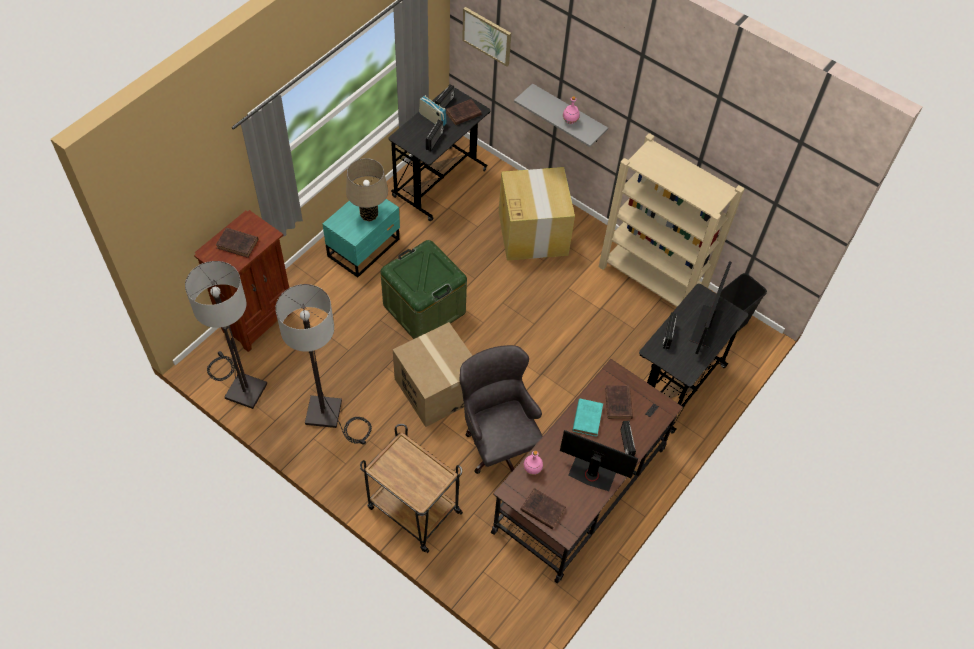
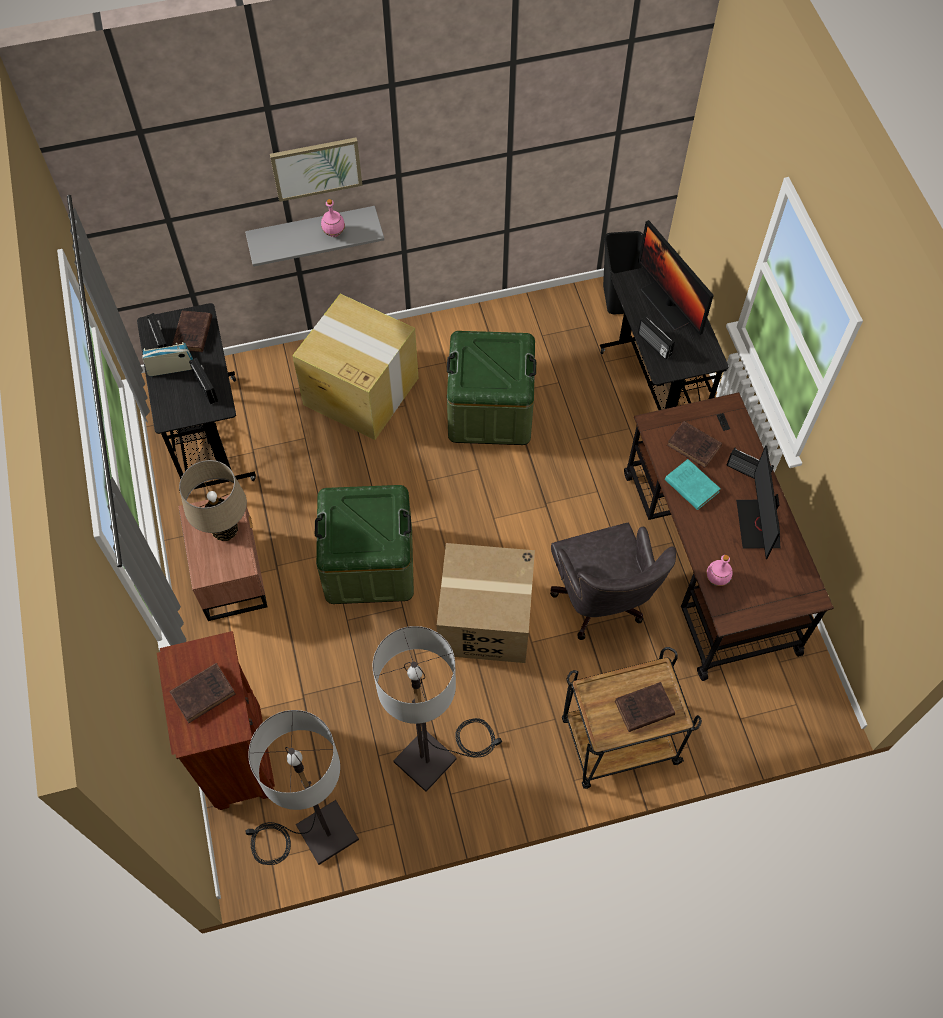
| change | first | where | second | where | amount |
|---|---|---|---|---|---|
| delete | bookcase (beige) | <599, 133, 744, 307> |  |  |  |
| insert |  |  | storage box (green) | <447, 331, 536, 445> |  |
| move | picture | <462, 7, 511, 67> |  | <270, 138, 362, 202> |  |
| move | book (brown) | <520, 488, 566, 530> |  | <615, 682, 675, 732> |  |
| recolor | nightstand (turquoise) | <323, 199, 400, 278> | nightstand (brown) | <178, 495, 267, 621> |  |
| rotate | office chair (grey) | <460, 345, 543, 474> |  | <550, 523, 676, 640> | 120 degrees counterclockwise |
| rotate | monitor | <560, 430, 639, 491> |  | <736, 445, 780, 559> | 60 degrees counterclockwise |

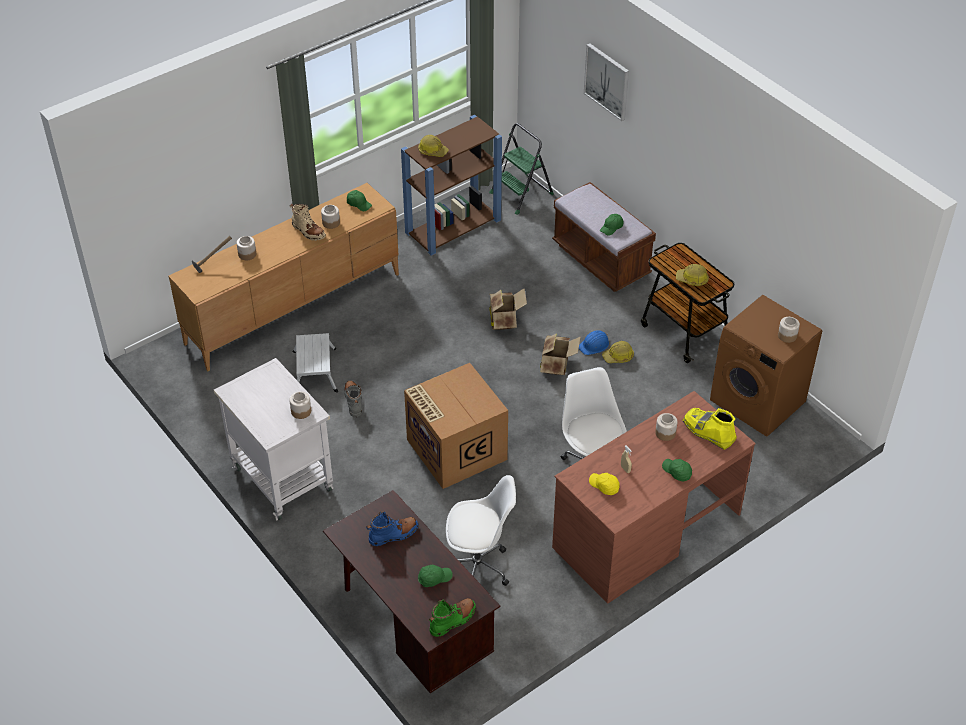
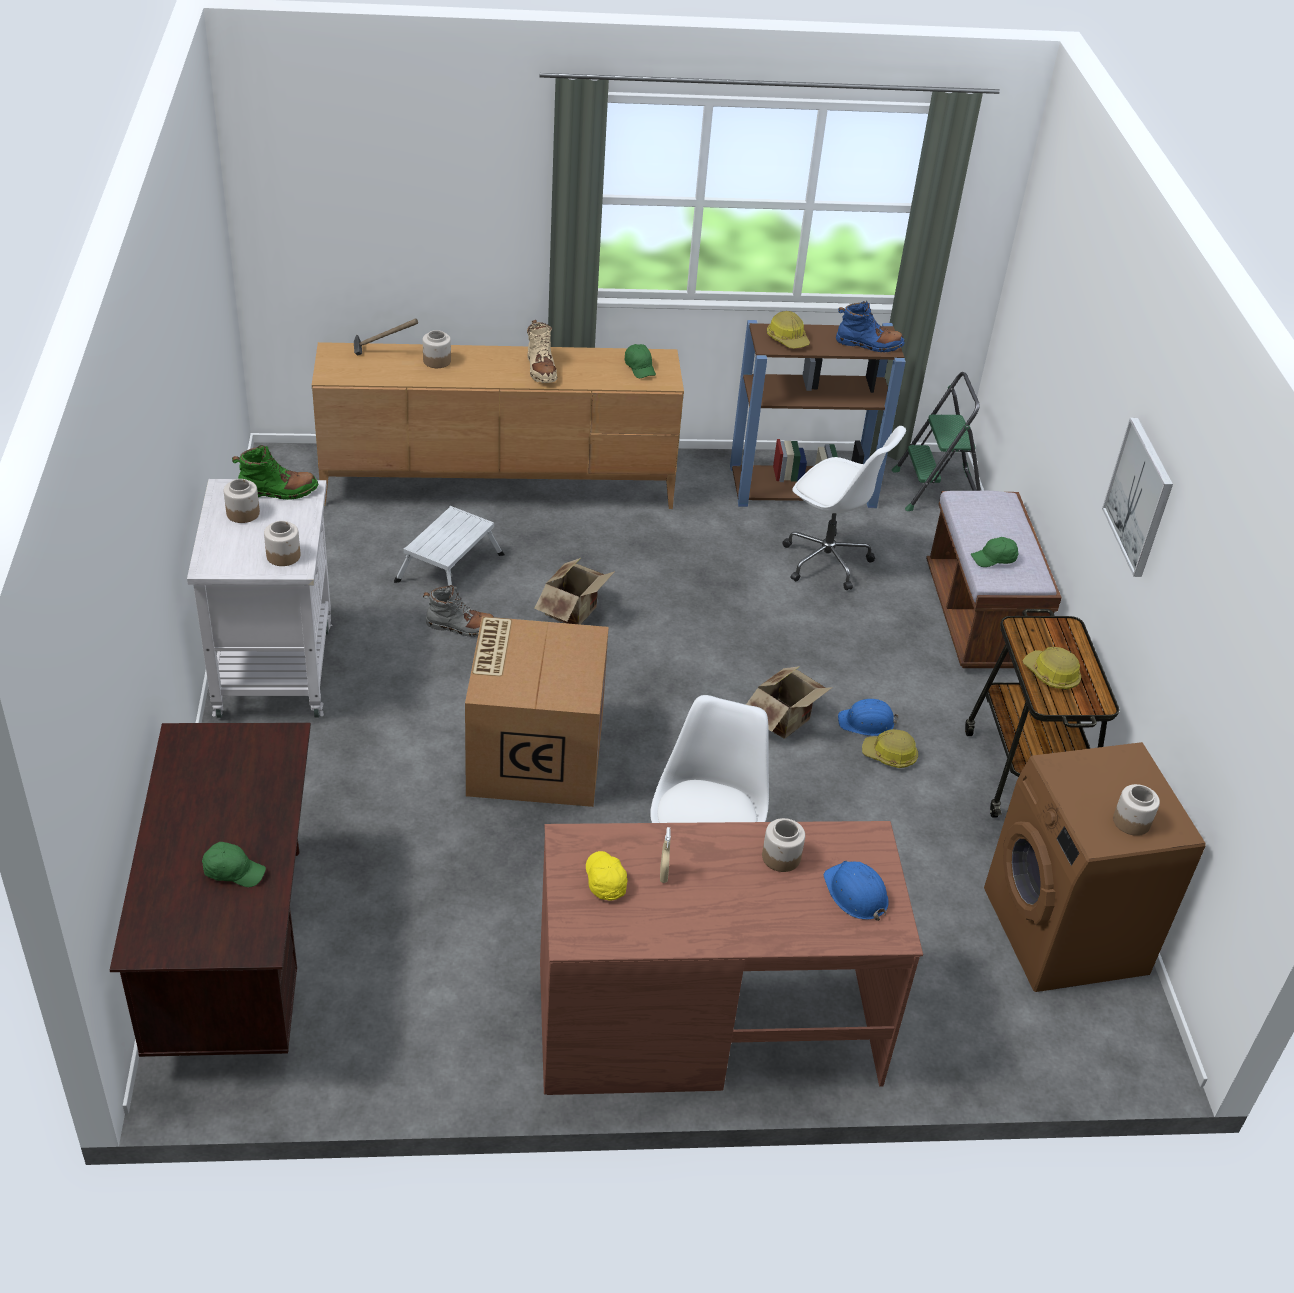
| change | first | where | second | where | amount |
|---|---|---|---|---|---|
| delete | cap (green) | <662, 459, 692, 481> |  |  |  |
| move | jar | <321, 205, 340, 229> |  | <224, 479, 260, 523> |  |
| move | boot (blue) | <366, 512, 419, 546> |  | <836, 301, 905, 352> |  |
| move | boot (green) | <429, 598, 476, 637> |  | <232, 445, 319, 500> |  |
| move | office chair (white) | <446, 475, 516, 586> |  | <782, 426, 906, 590> |  |
| move | cardboard box | <490, 288, 527, 330> |  | <534, 558, 615, 625> |  |
| move | picture | <584, 43, 629, 121> |  | <1102, 418, 1173, 577> |  |
| replace | boot (yellow) | <683, 408, 737, 450> | hard hat (blue) | <823, 861, 889, 921> |  |
| rotate | boot (grey) | <344, 381, 362, 417> |  | <423, 585, 494, 637> | 75 degrees clockwise |

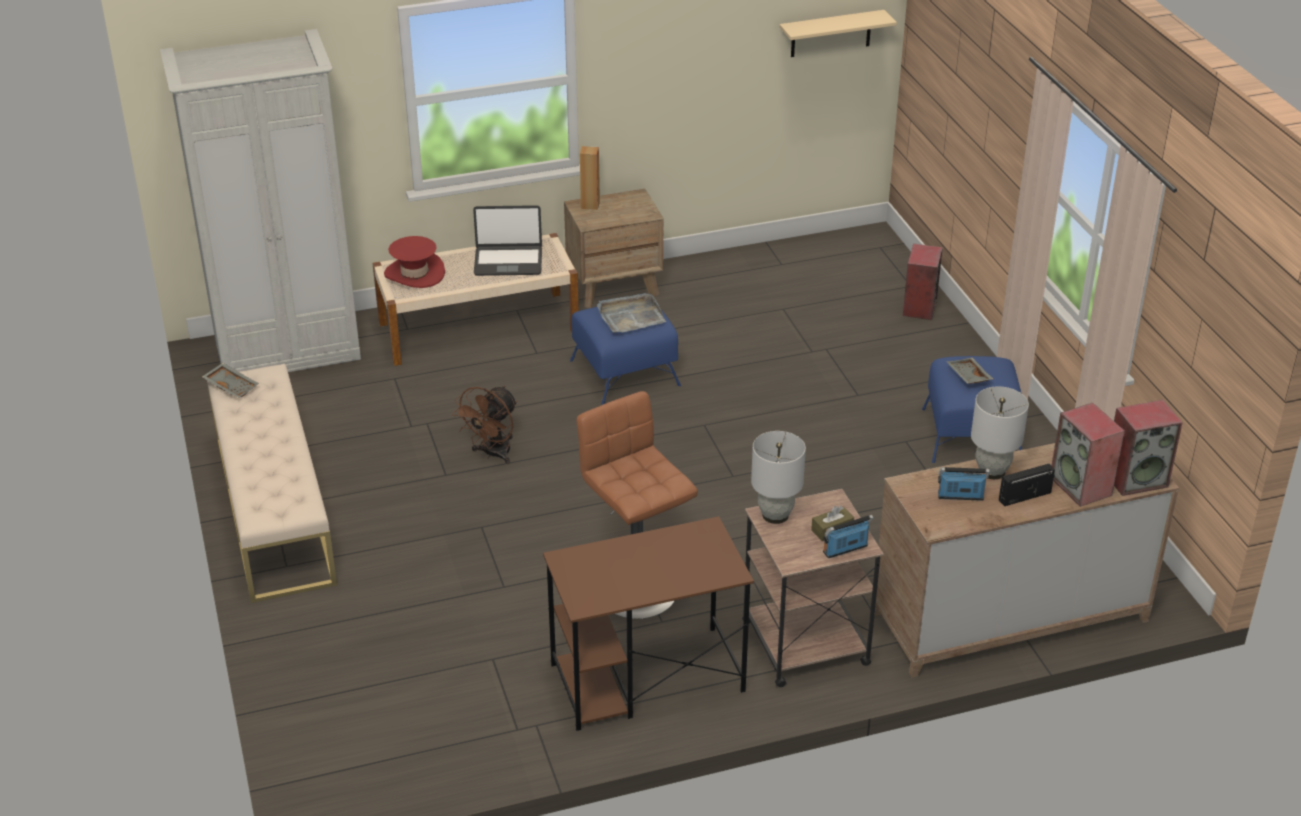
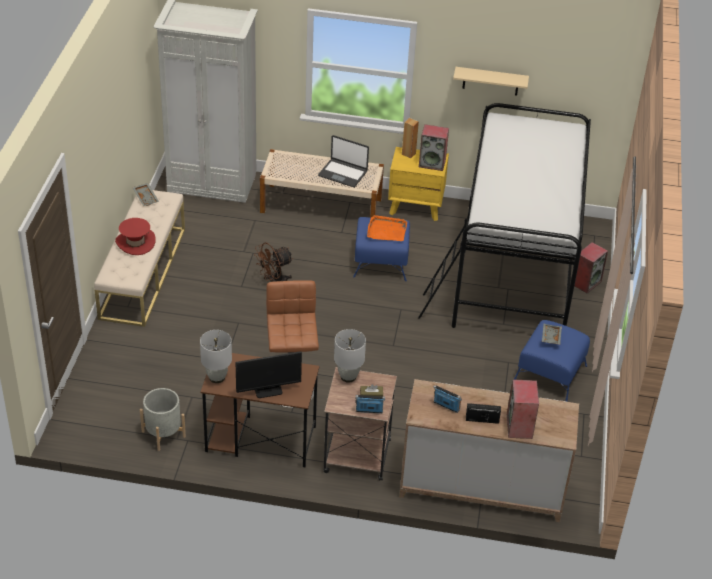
| change | first | where | second | where | amount |
|---|---|---|---|---|---|
| insert |  |  | planter (grey) | <140, 388, 186, 451> |  |
| insert |  |  | monitor | <236, 351, 302, 398> |  |
| insert |  |  | bed (black) | <418, 103, 591, 328> |  |
| move | hat (red) | <384, 236, 445, 288> |  | <115, 218, 156, 255> |  |
| move | shelf (beige) | <779, 10, 897, 57> |  | <453, 67, 529, 96> |  |
| move | table lamp (white) | <971, 386, 1029, 479> |  | <200, 330, 232, 383> |  |
| move | speaker | <1114, 400, 1183, 496> |  | <419, 124, 449, 171> |  |
| recolor | nightstand (brown) | <564, 189, 664, 308> | nightstand (yellow) | <388, 147, 449, 221> |  |
| recolor | tray (grey) | <597, 293, 666, 333> | tray (orange) | <367, 215, 407, 241> |  |

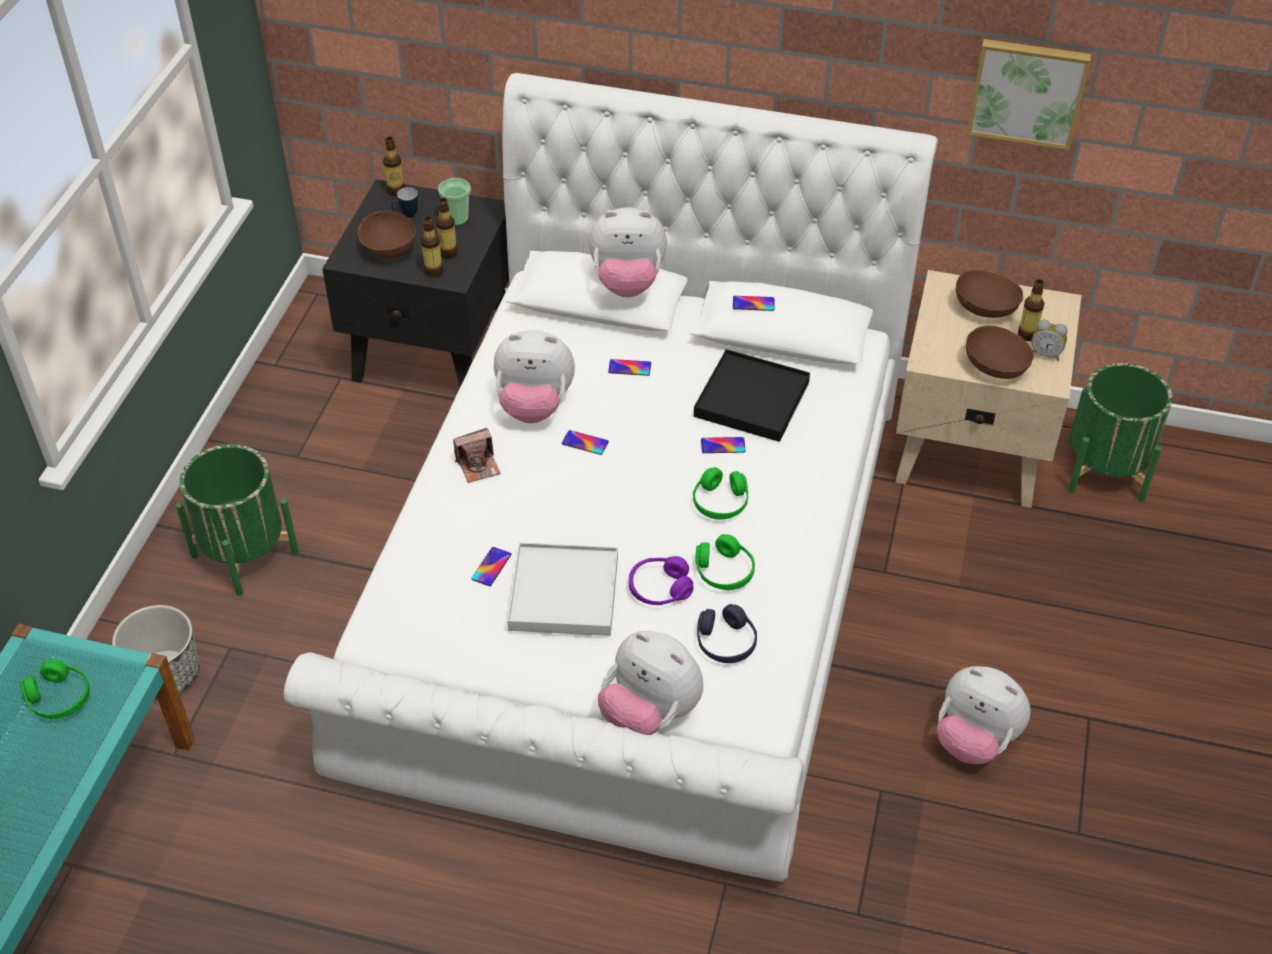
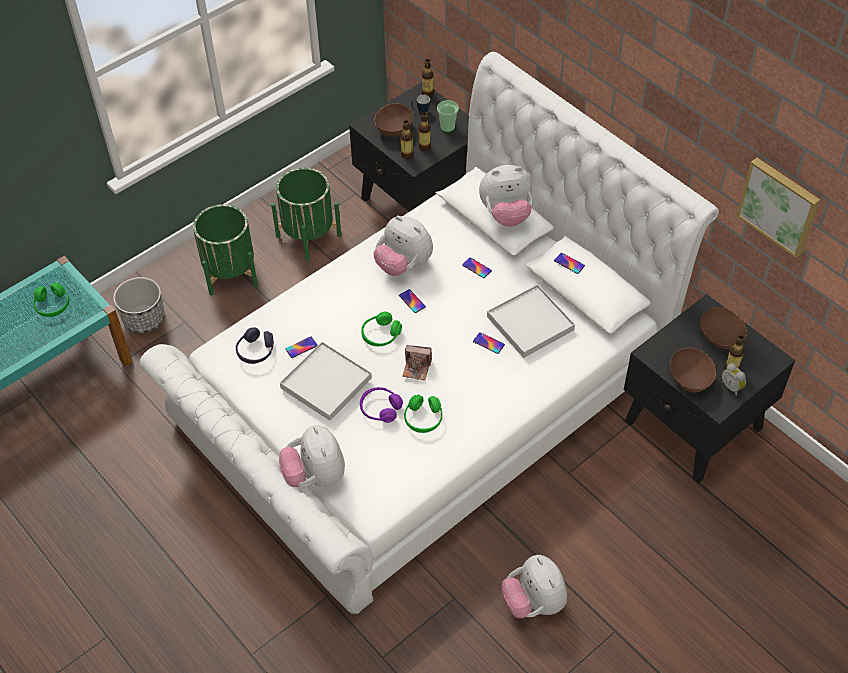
| change | first | where | second | where | amount |
|---|---|---|---|---|---|
| move | photo camera | <453, 428, 501, 483> |  | <402, 345, 432, 381> |  |
| move | headphones (green) | <693, 467, 748, 520> |  | <361, 312, 402, 346> |  |
| move | headphones (purple) | <697, 604, 757, 663> |  | <236, 327, 274, 364> |  |
| move | planter (green) | <1068, 363, 1173, 502> |  | <271, 168, 341, 261> |  |
| recolor | tray (black) | <694, 349, 810, 442> | tray (white) | <487, 284, 575, 358> |  |
| recolor | nightstand (beige) | <895, 270, 1082, 508> | nightstand (black) | <624, 294, 795, 484> |  |
| rotate | plush toy | <589, 207, 667, 297> |  | <479, 165, 533, 227> | 45 degrees counterclockwise |

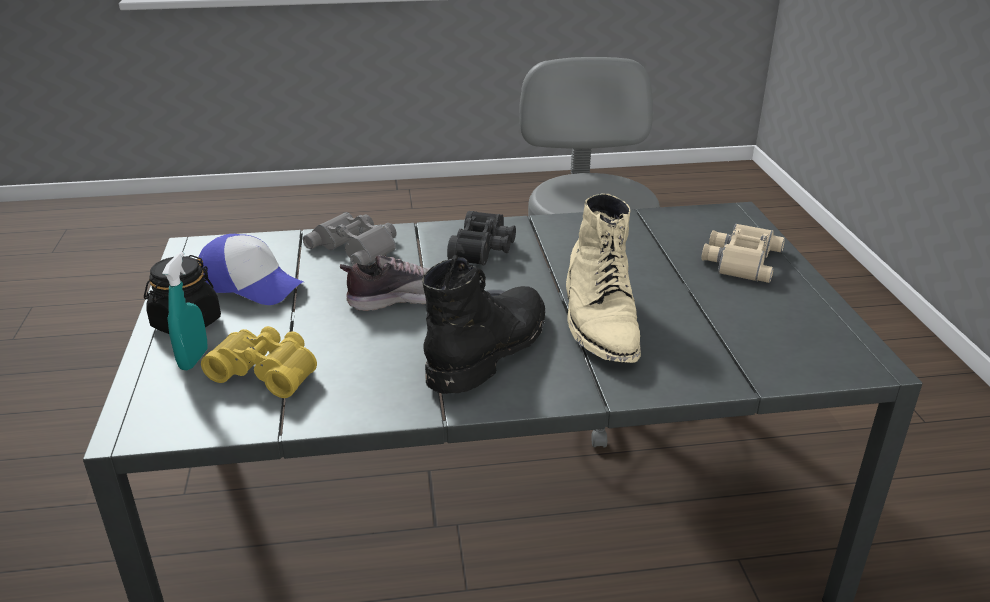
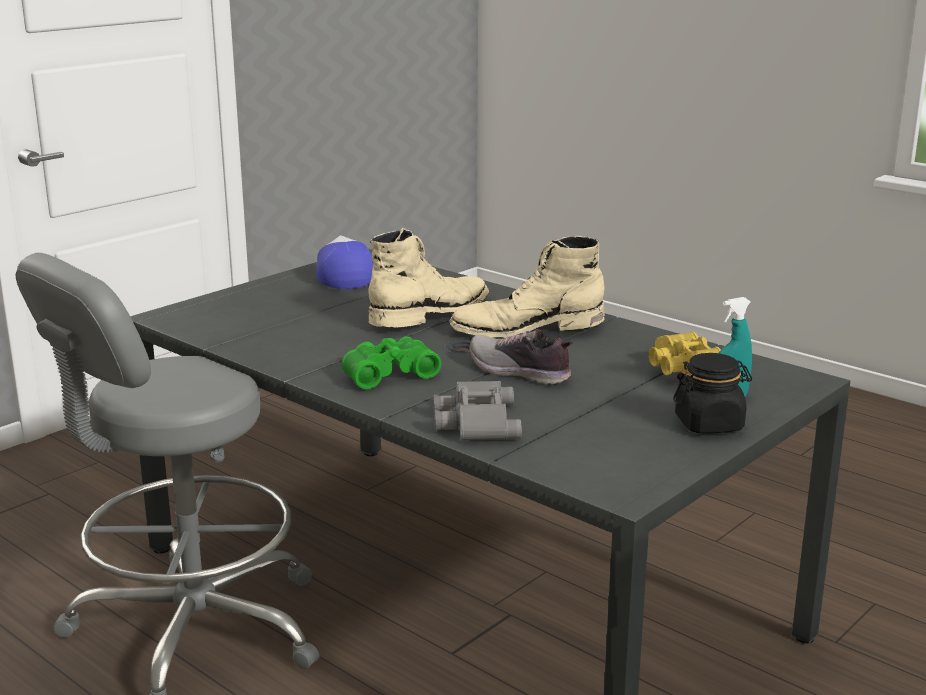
| change | first | where | second | where | amount |
|---|---|---|---|---|---|
| delete | binoculars (beige) | <701, 224, 785, 283> |  |  |  |
| move | cap | <199, 234, 304, 305> |  | <316, 235, 373, 289> |  |
| recolor | boot (black) | <422, 255, 546, 394> | boot (beige) | <449, 236, 605, 338> |  |
| recolor | binoculars (black) | <447, 211, 516, 265> | binoculars (green) | <342, 336, 441, 390> |  |

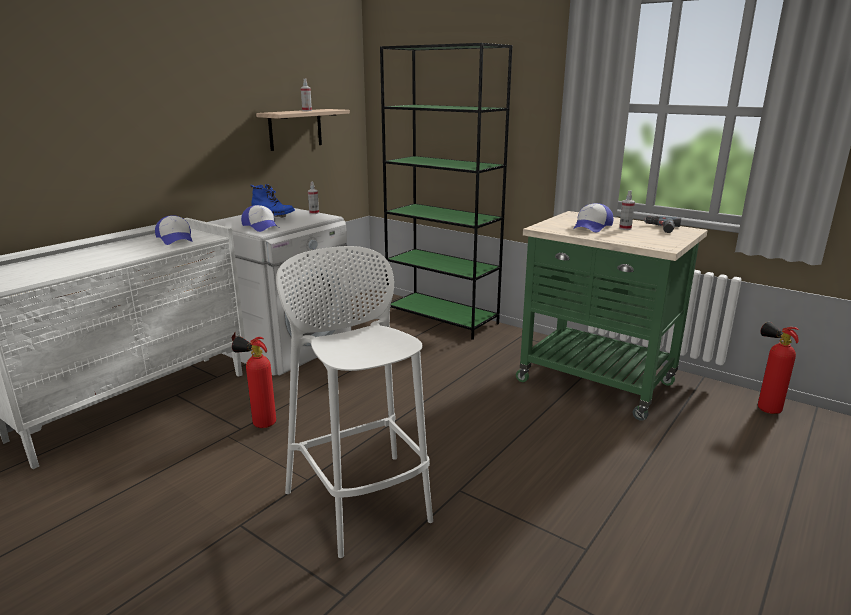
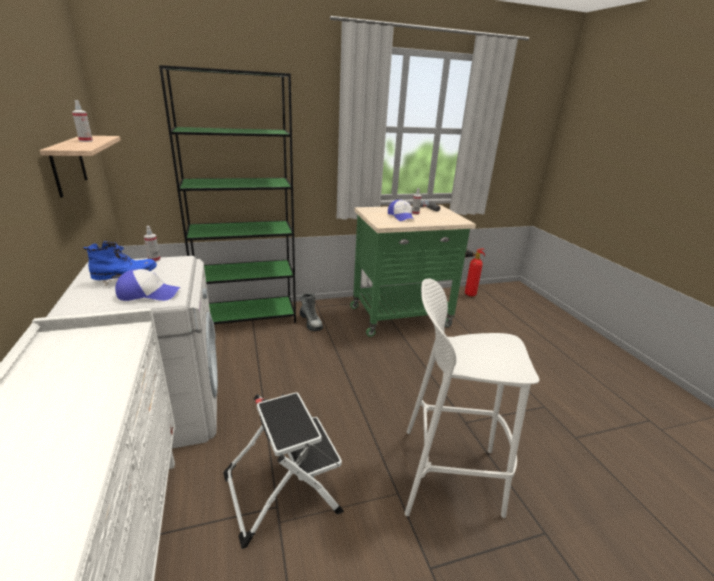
| change | first | where | second | where | amount |
|---|---|---|---|---|---|
| delete | cap | <155, 215, 192, 245> |  |  |  |
| insert |  |  | boot | <300, 293, 323, 331> |  |
| replace | fire extinguisher | <232, 336, 276, 428> | step ladder | <223, 392, 344, 549> |  |

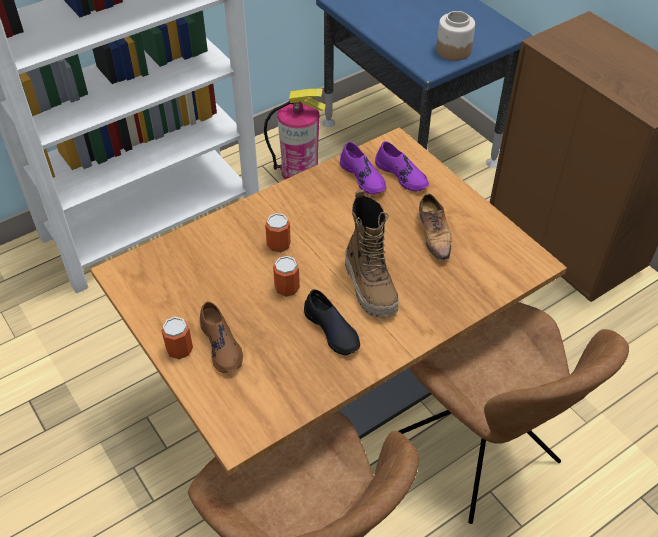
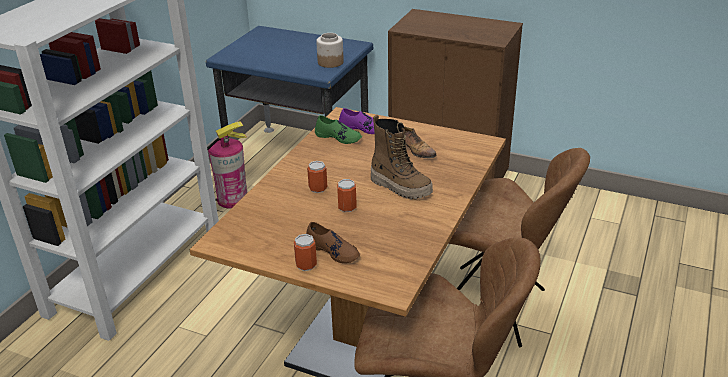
| change | first | where | second | where | amount |
|---|---|---|---|---|---|
| delete | shoe (black) | <304, 289, 360, 355> |  |  |  |
| recolor | shoe (purple) | <340, 142, 386, 195> | shoe (green) | <315, 115, 362, 144> |  |

